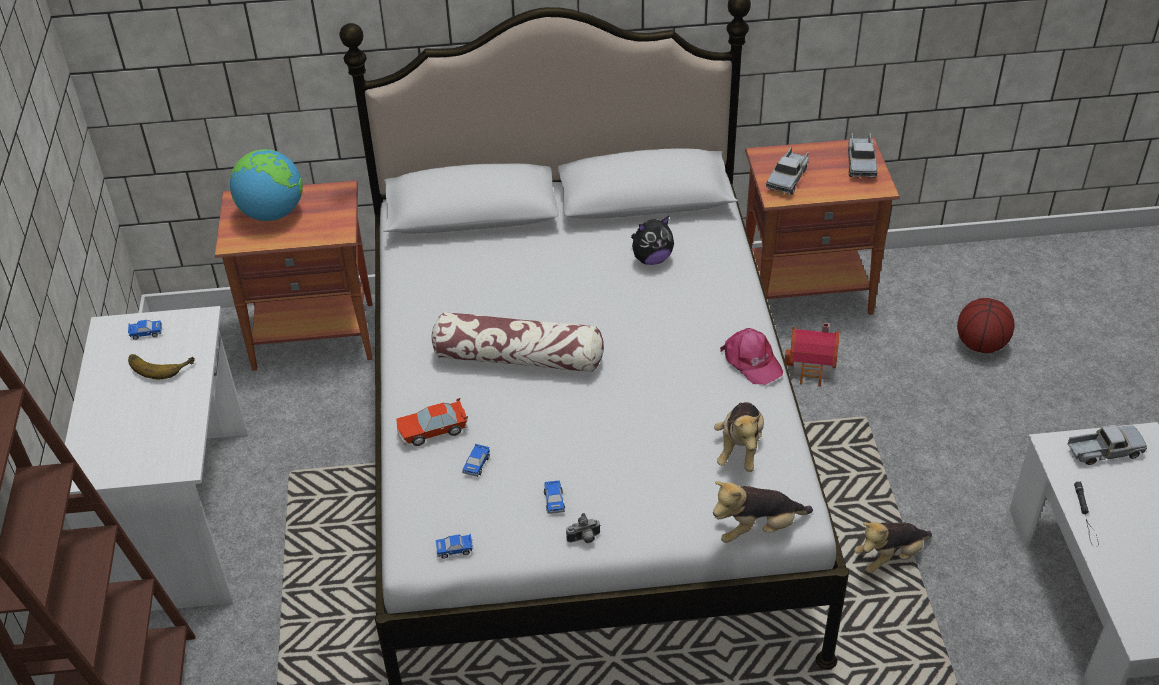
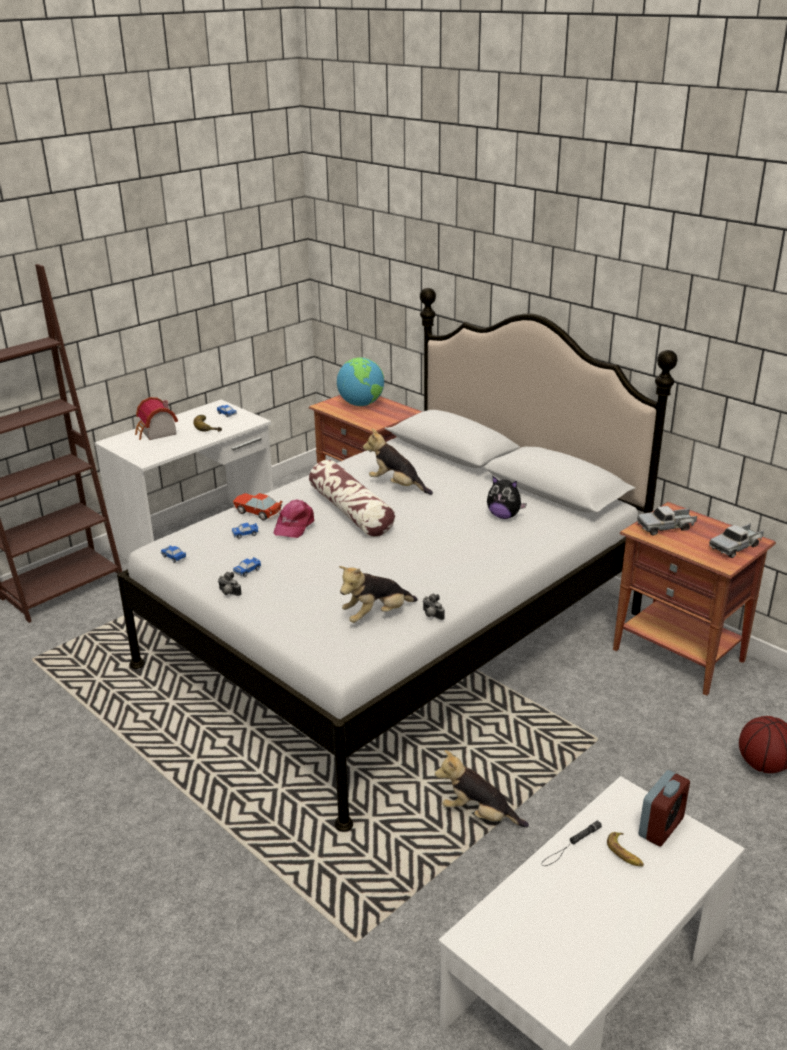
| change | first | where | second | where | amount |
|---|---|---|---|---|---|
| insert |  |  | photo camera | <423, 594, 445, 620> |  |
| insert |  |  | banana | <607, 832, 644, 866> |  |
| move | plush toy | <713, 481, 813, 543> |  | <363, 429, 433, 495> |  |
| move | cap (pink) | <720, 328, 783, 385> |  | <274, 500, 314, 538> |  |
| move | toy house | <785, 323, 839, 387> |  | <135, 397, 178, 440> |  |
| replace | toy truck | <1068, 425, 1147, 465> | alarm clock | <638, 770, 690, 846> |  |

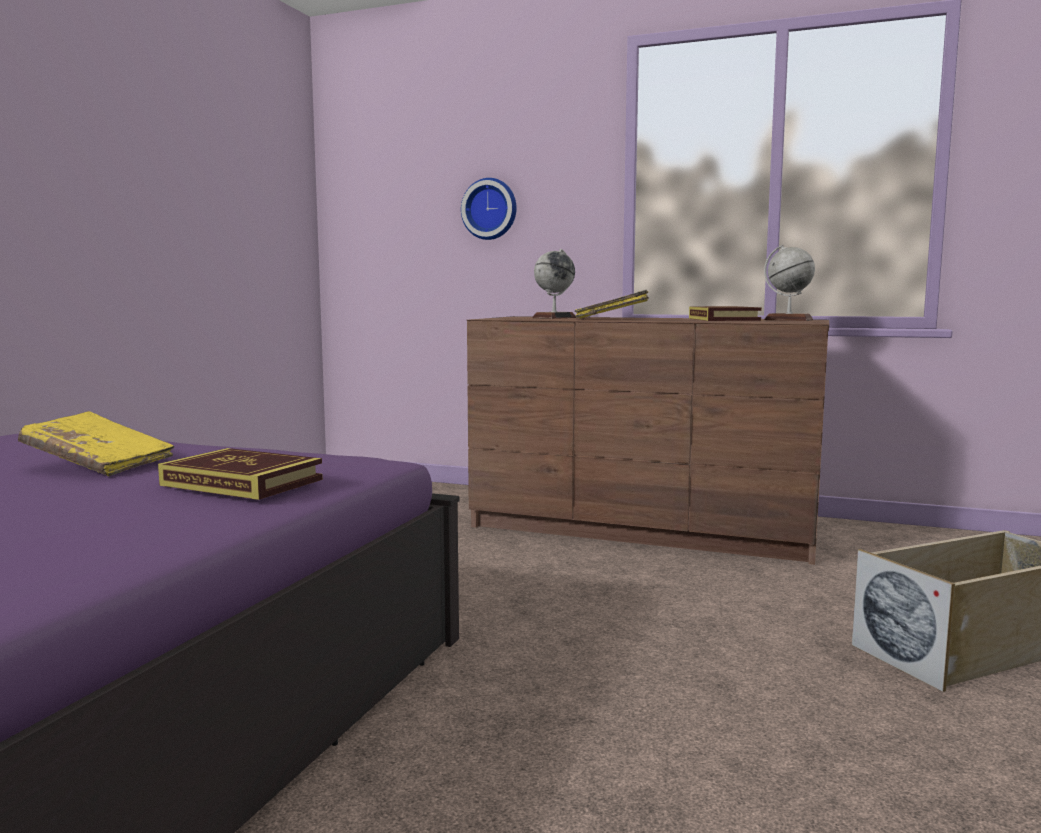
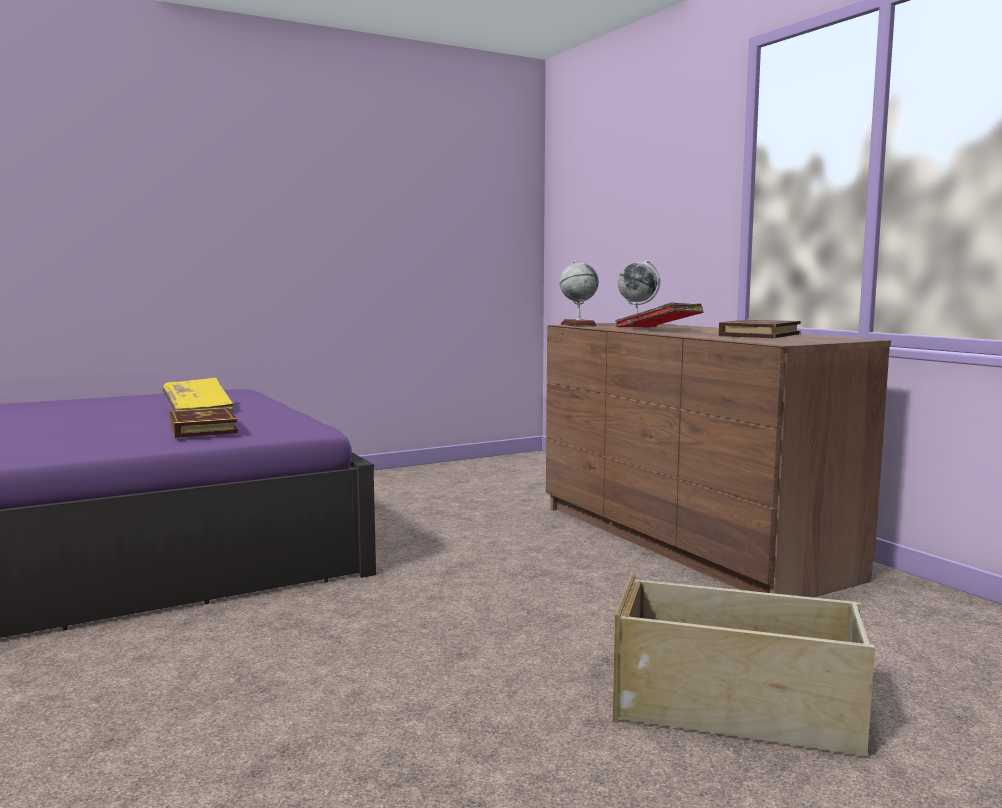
| change | first | where | second | where | amount |
|---|---|---|---|---|---|
| delete | wall clock | <461, 178, 517, 240> |  |  |  |
| move | globe | <764, 245, 815, 321> |  | <560, 260, 599, 327> |  |
| recolor | book (yellow) | <575, 290, 649, 318> | book (red) | <615, 302, 703, 328> |  |

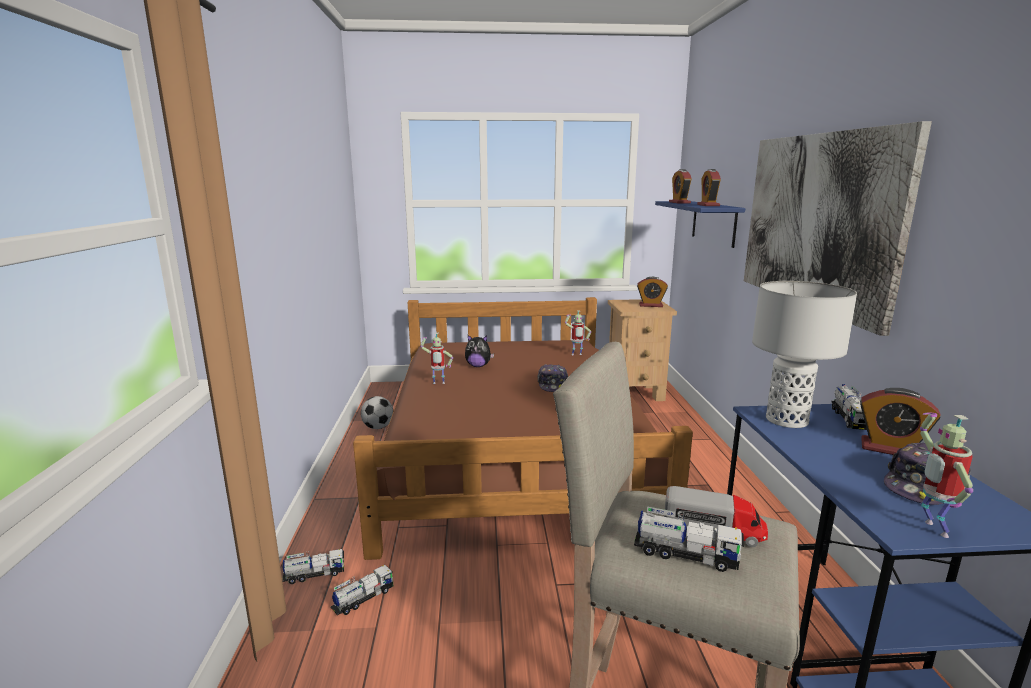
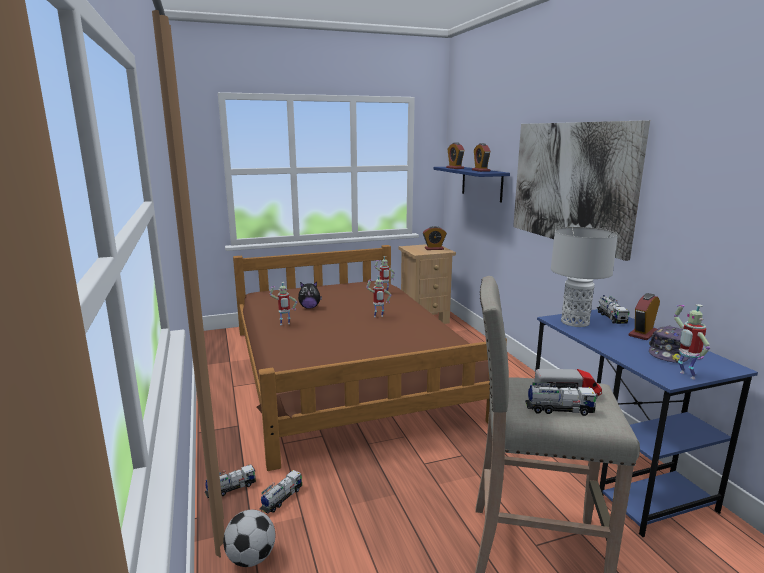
| change | first | where | second | where | amount |
|---|---|---|---|---|---|
| move | football | <361, 396, 393, 429> |  | <223, 509, 276, 567> |  |
| replace | cap | <537, 364, 568, 392> | toy robot | <366, 276, 391, 317> |  |
| rotate | alarm clock | <860, 388, 941, 455> |  | <629, 293, 660, 340> | 120 degrees clockwise |

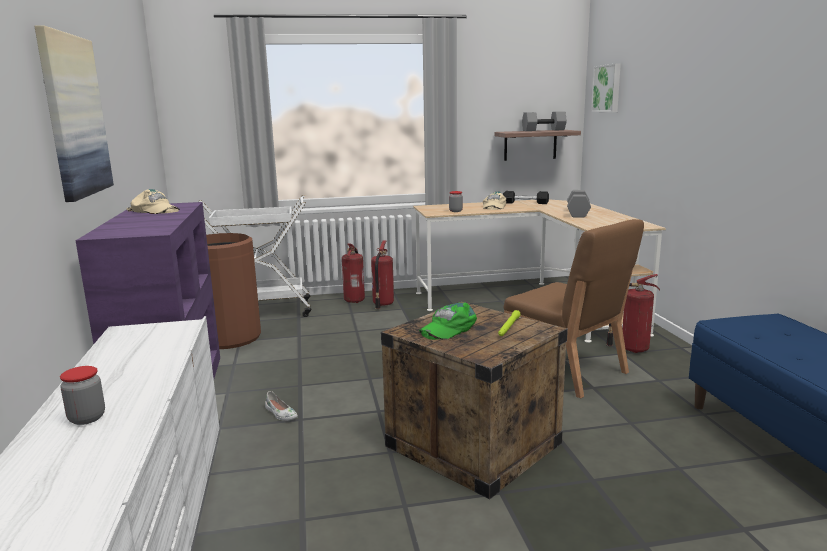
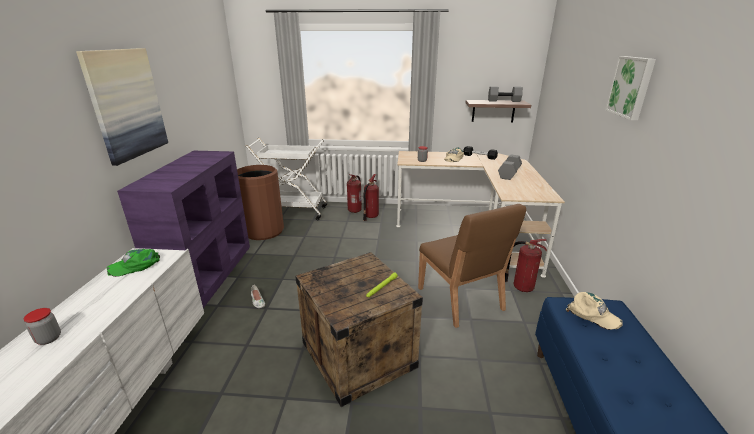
| change | first | where | second | where | amount |
|---|---|---|---|---|---|
| move | cap (beige) | <126, 189, 180, 214> |  | <566, 292, 623, 330> |  |
| move | cap (green) | <419, 303, 477, 340> |  | <107, 249, 160, 277> |  |
| move | picture | <591, 63, 621, 112> |  | <605, 56, 656, 120> |  |

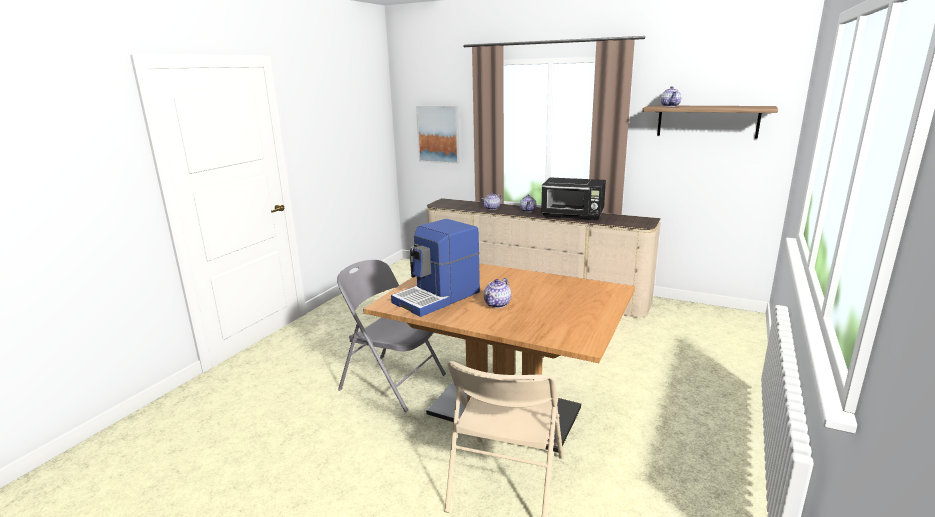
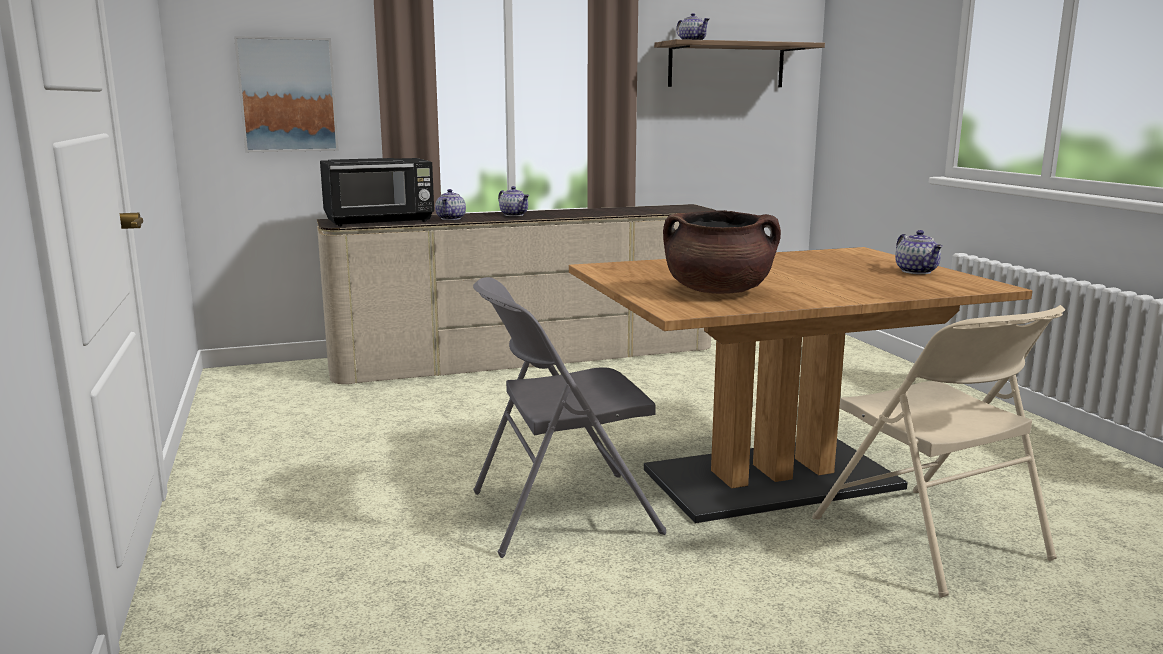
| change | first | where | second | where | amount |
|---|---|---|---|---|---|
| move | teapot | <484, 278, 511, 308> |  | <895, 230, 943, 274> |  |
| move | microwave (black) | <541, 177, 606, 221> |  | <320, 158, 434, 227> |  |
| replace | coffee machine | <391, 219, 480, 317> | cooking pot (brown) | <663, 210, 781, 294> |  |

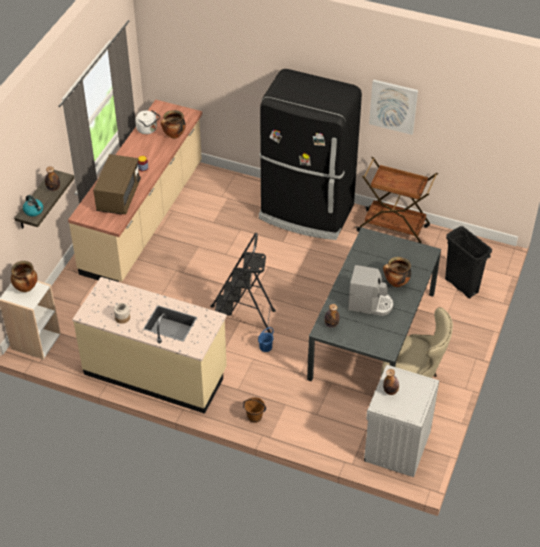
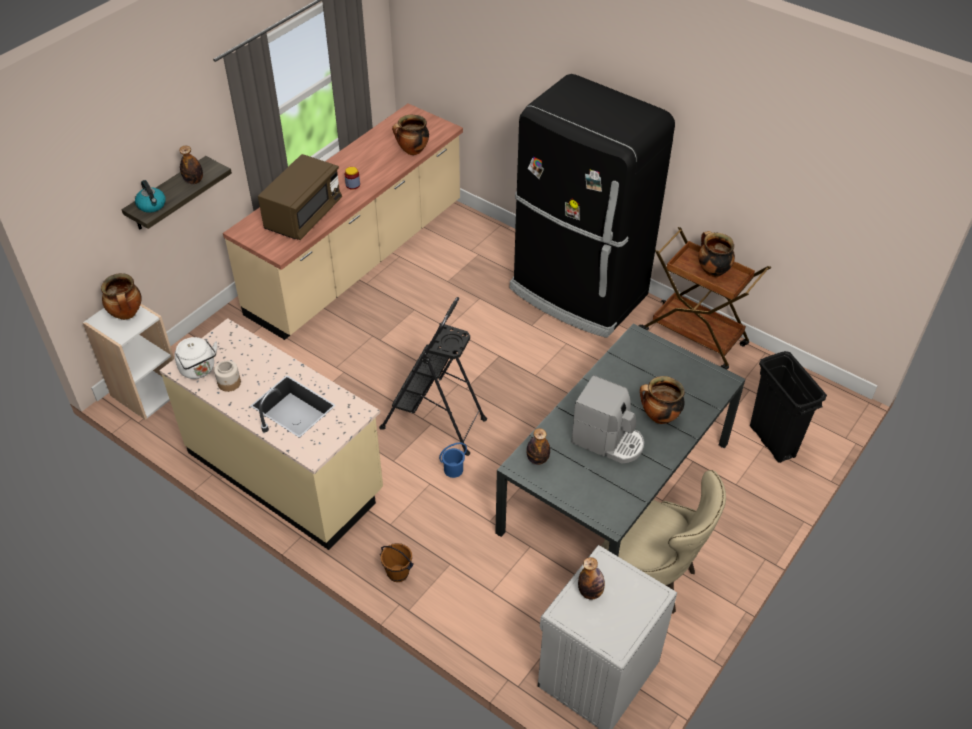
| change | first | where | second | where | amount |
|---|---|---|---|---|---|
| delete | picture | <369, 79, 418, 135> |  |  |  |
| insert |  |  | cooking pot | <698, 231, 735, 277> |  |
| move | kettle (white) | <135, 110, 160, 134> |  | <174, 337, 217, 379> |  |

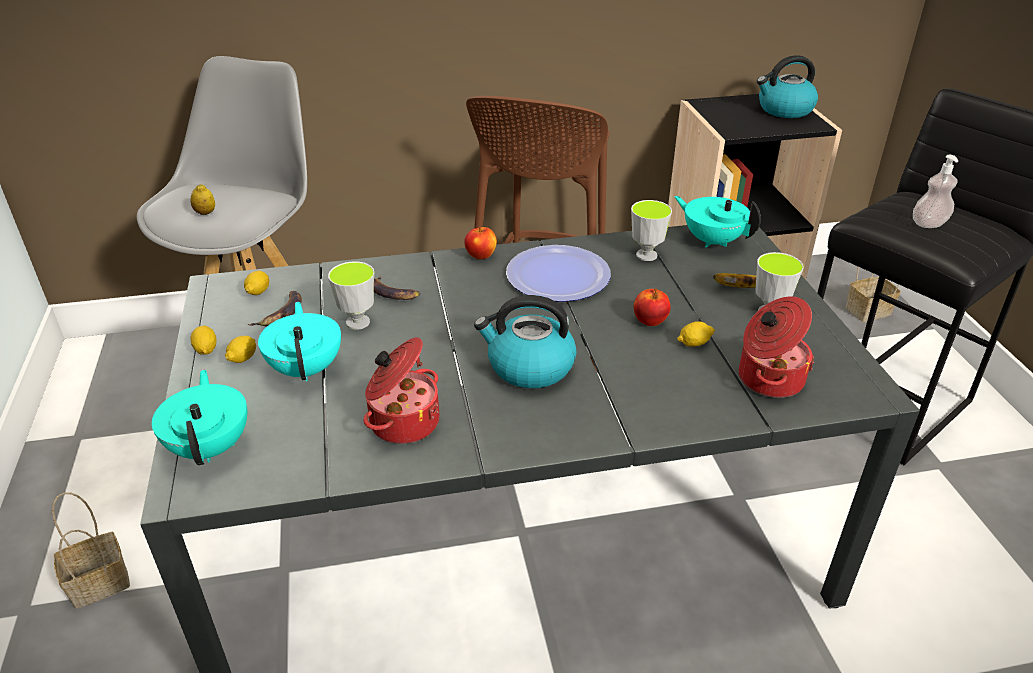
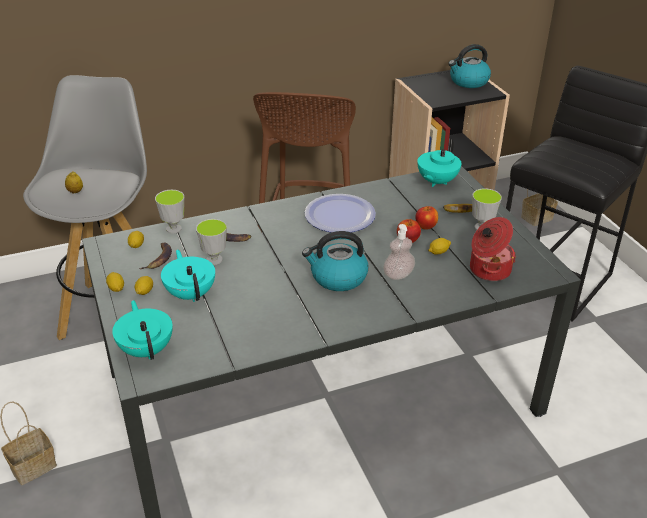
| change | first | where | second | where | amount |
|---|---|---|---|---|---|
| delete | cooking pot | <363, 337, 440, 444> |  |  |  |
| move | apple | <464, 226, 497, 260> |  | <415, 206, 438, 230> |  |
| move | cup | <631, 200, 672, 261> |  | <155, 190, 184, 233> |  |
| move | soap dispenser | <913, 155, 958, 228> |  | <383, 224, 415, 280> |  |
| rotate | teapot (turquoise) | <674, 196, 761, 248> |  | <417, 139, 462, 187> | 90 degrees counterclockwise |

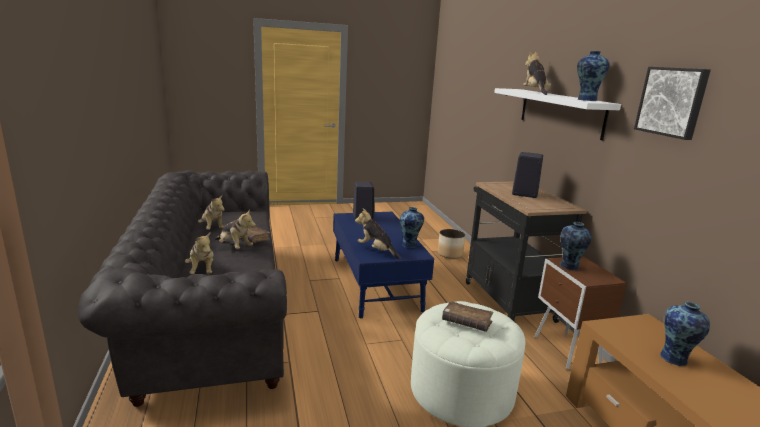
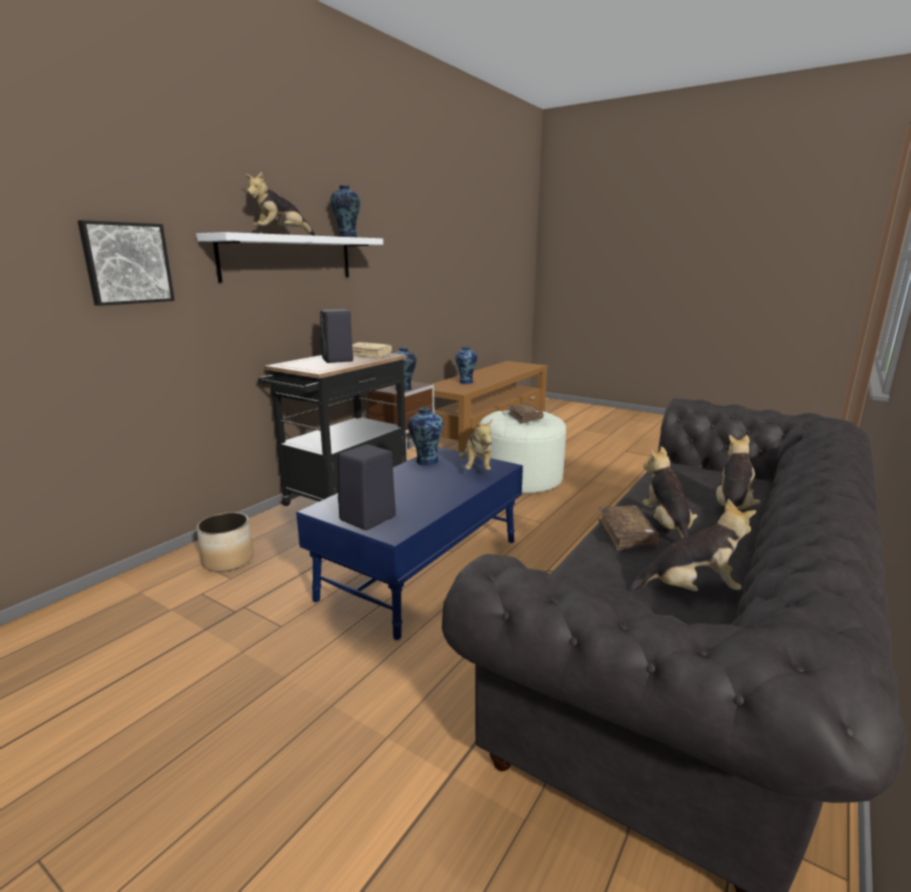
| change | first | where | second | where | amount |
|---|---|---|---|---|---|
| insert |  |  | book (beige) | <352, 342, 392, 359> |  |
| move | picture | <634, 67, 711, 140> |  | <78, 220, 175, 306> |  |
| rotate | plush toy | <198, 195, 225, 230> |  | <628, 499, 756, 593> | 75 degrees clockwise |

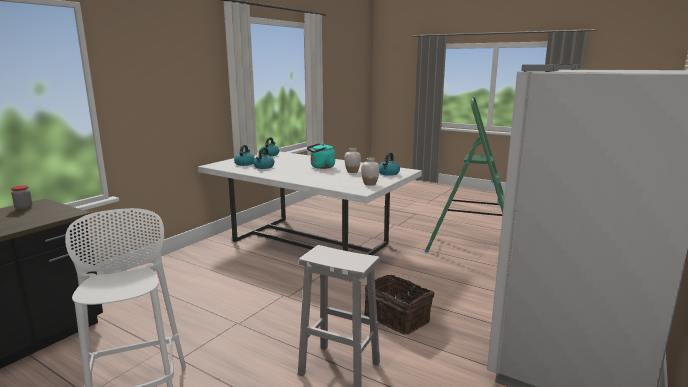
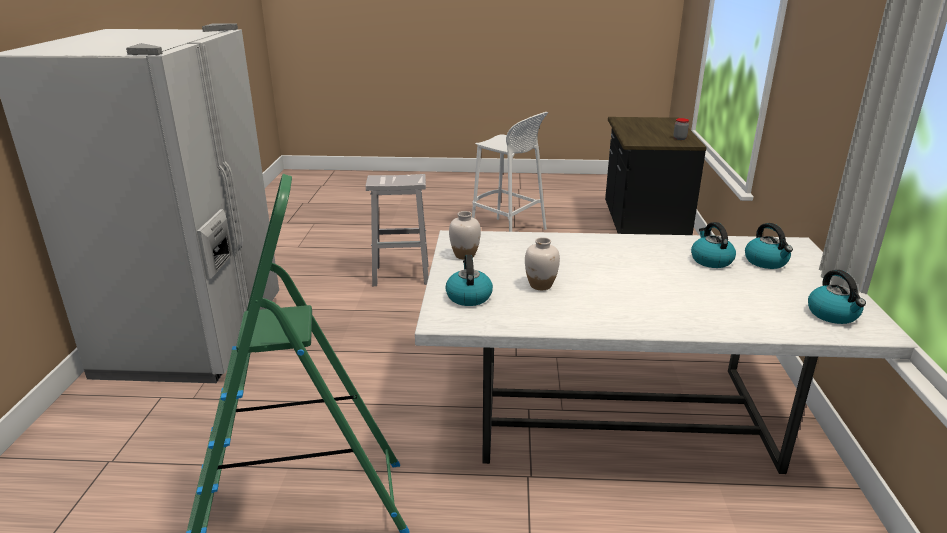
| change | first | where | second | where | amount |
|---|---|---|---|---|---|
| delete | kettle (turquoise) | <307, 143, 335, 169> |  |  |  |
| delete | basket | <364, 274, 434, 335> |  |  |  |

